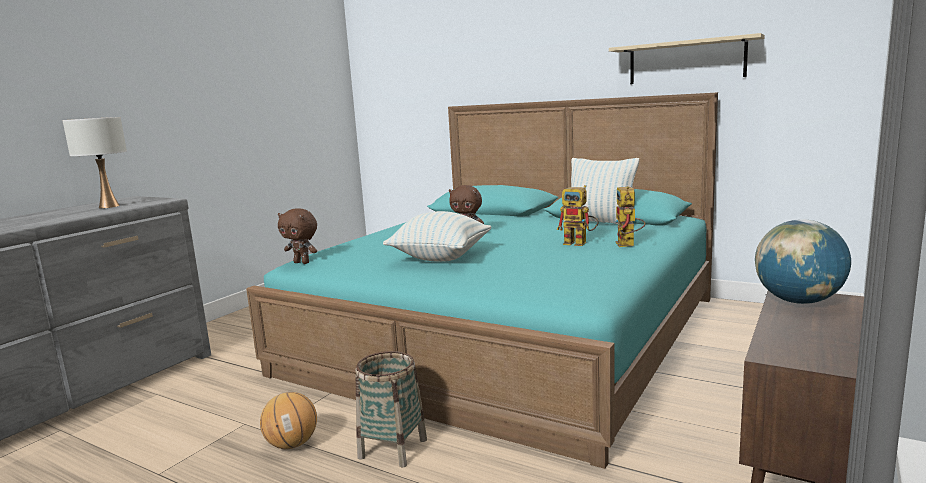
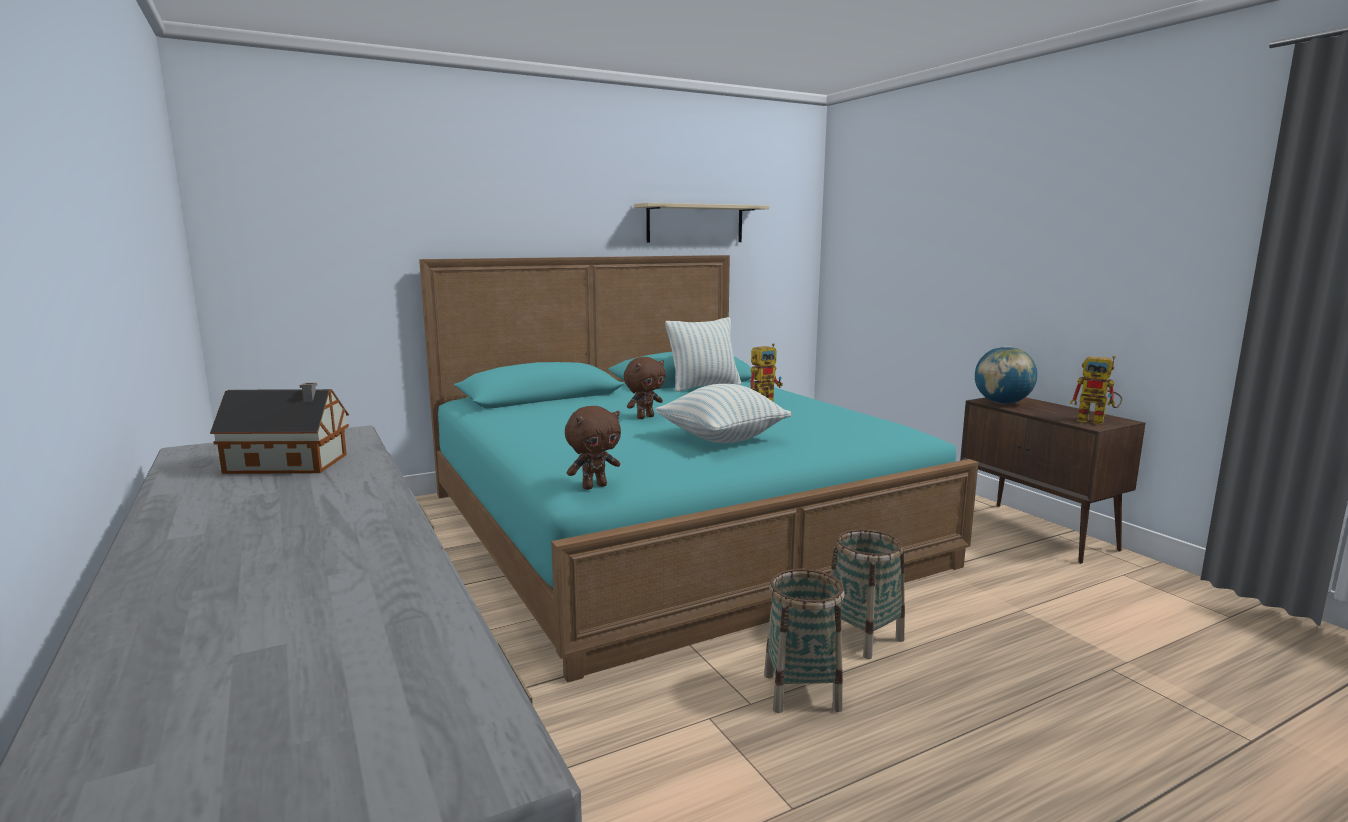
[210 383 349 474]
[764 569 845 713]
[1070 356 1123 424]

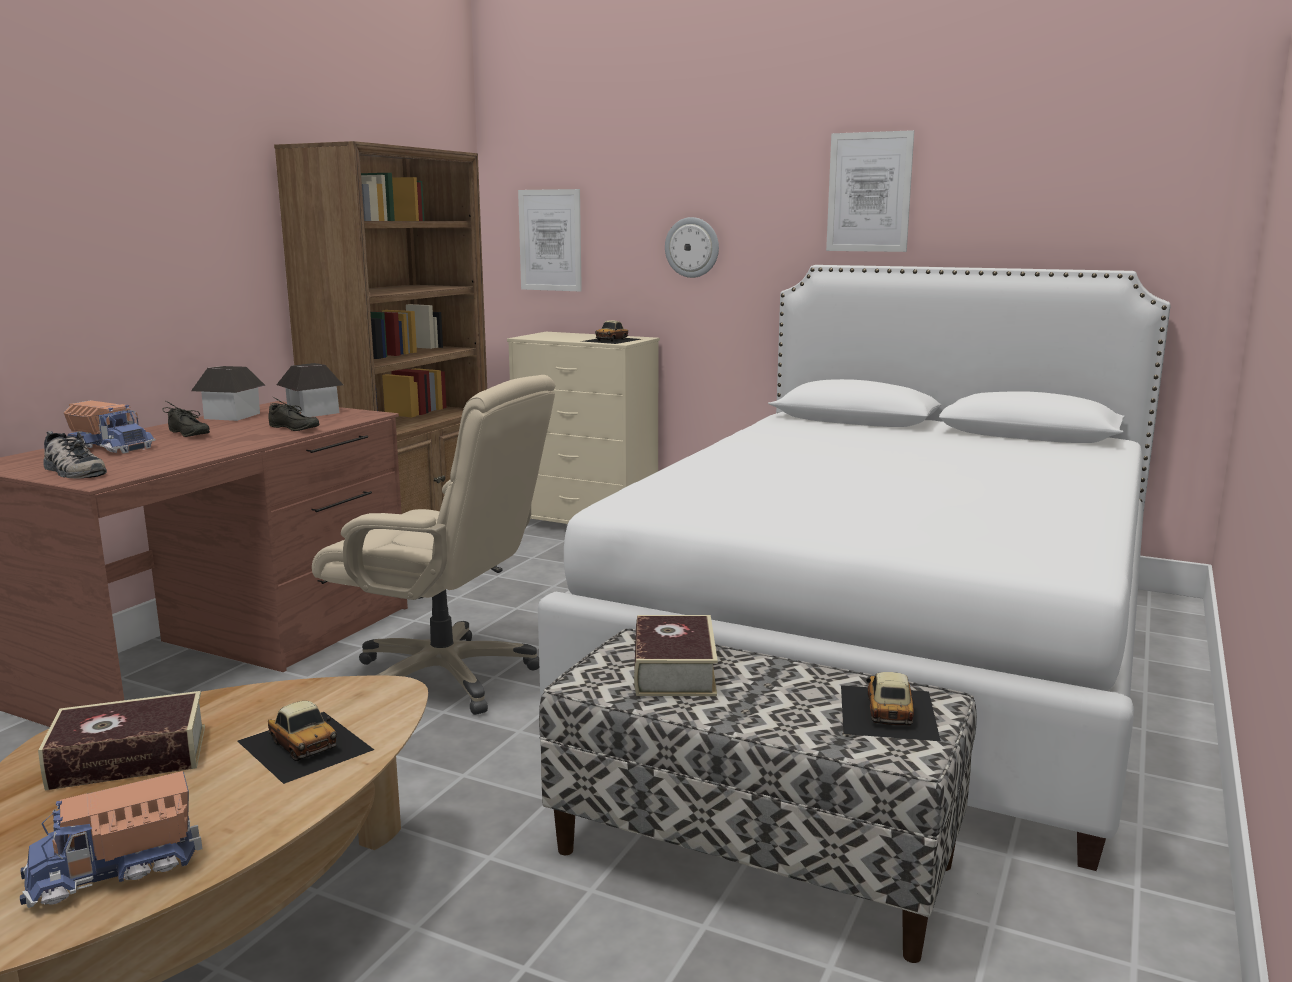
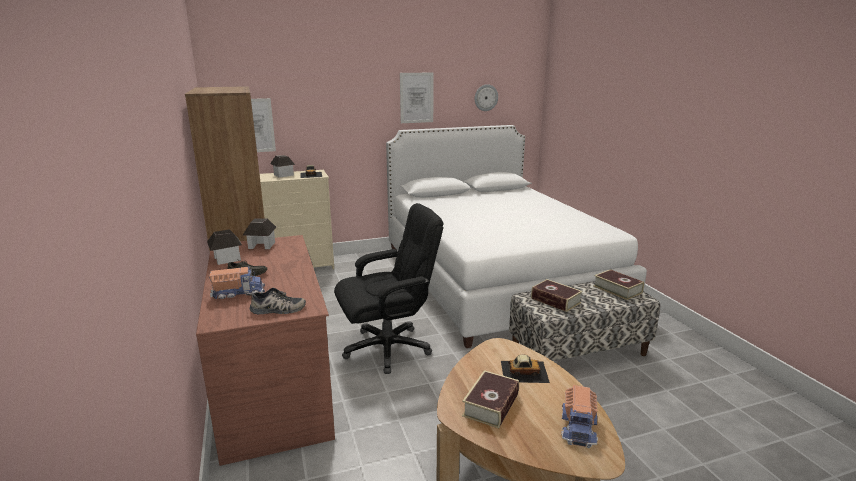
[268 396 319 431] (first image)
[334 203 444 374]
[475 84 498 111]
[593 269 644 300]
[270 155 295 178]

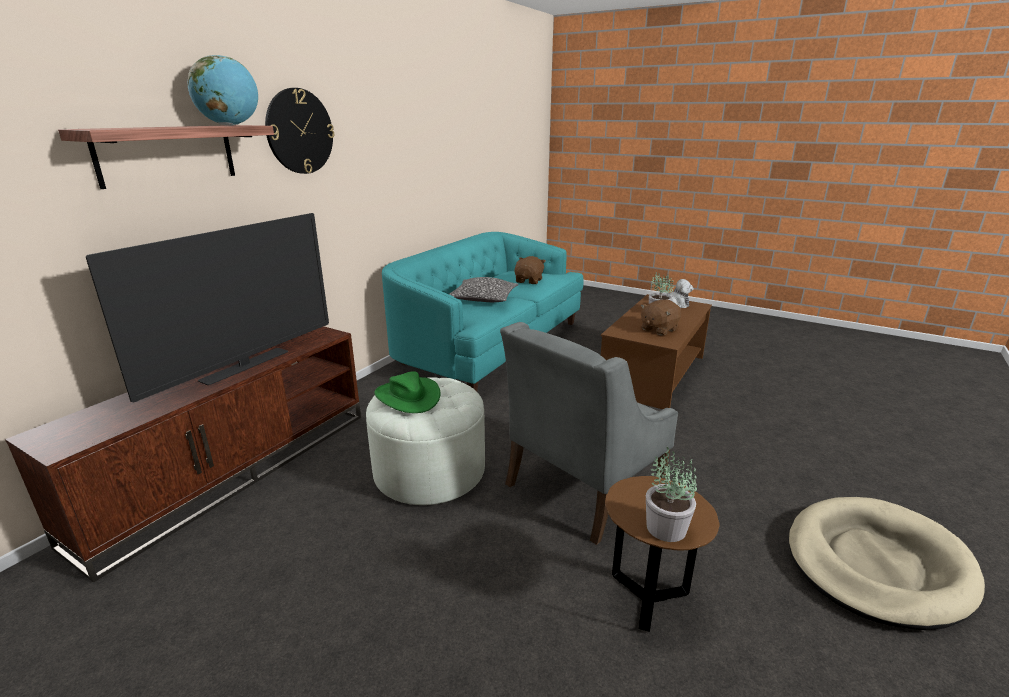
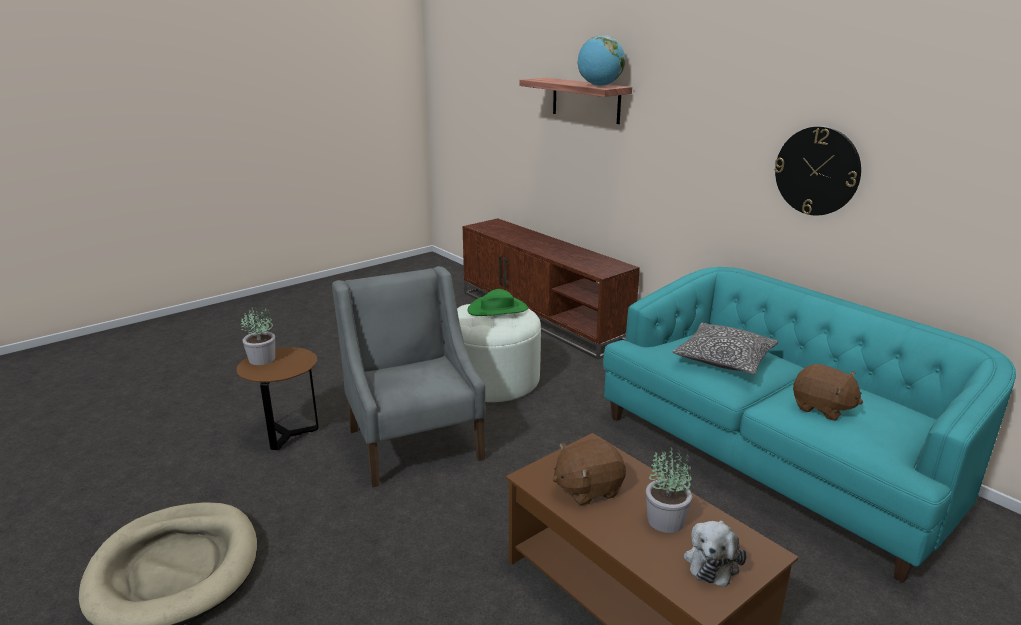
[86 213 329 403] (first image)
[774 126 861 215]
[553 438 626 506]

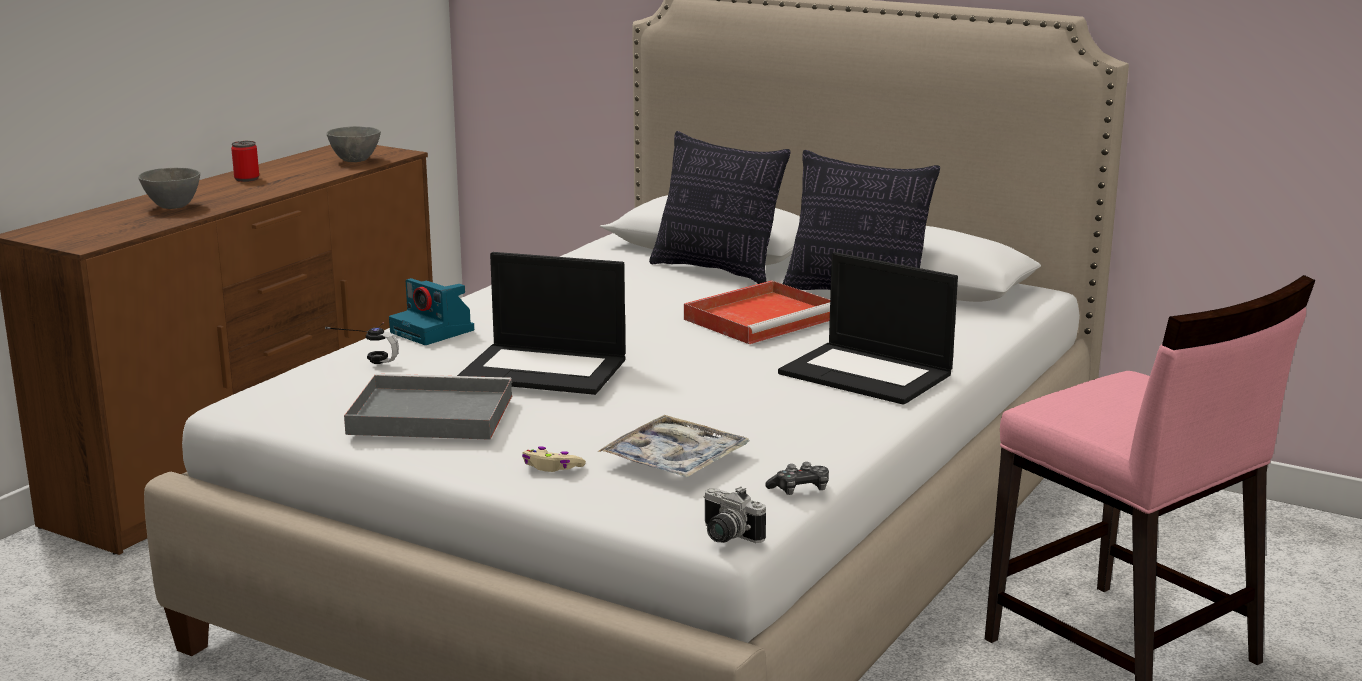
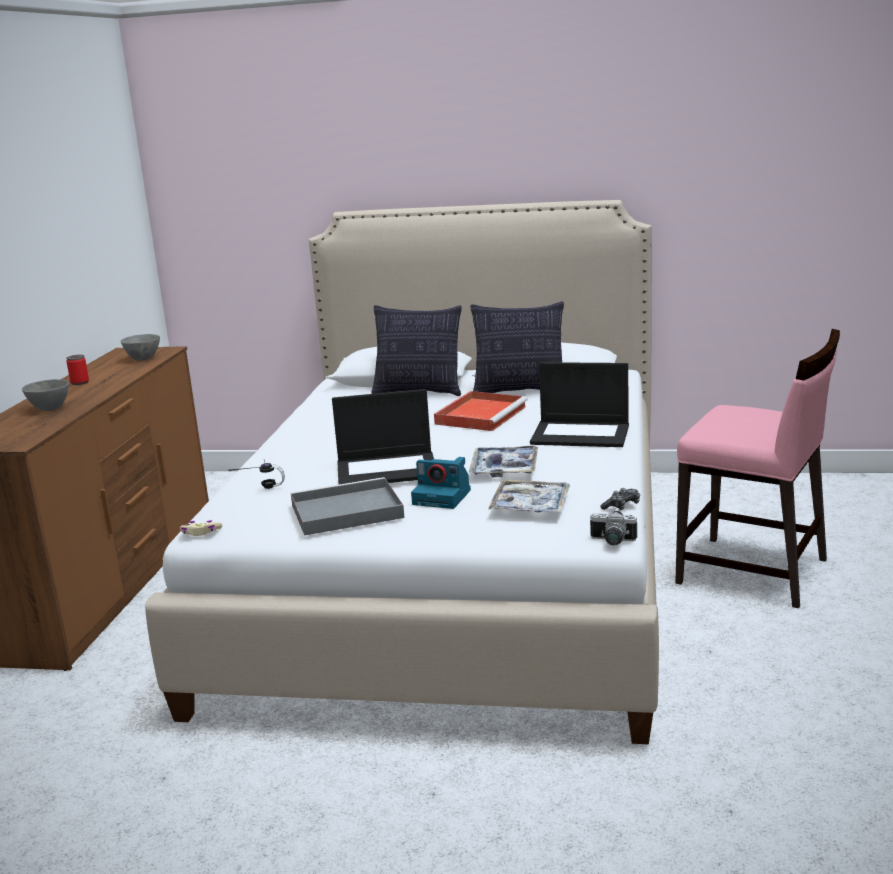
[411 457 471 509]
[180 520 222 536]
[469 446 538 478]

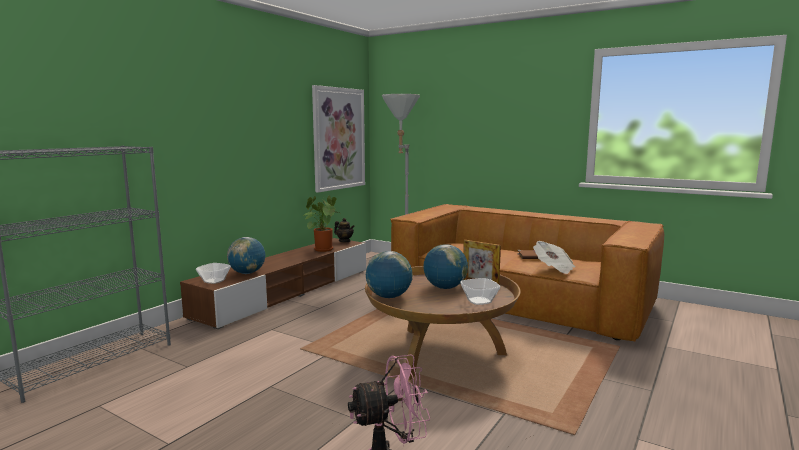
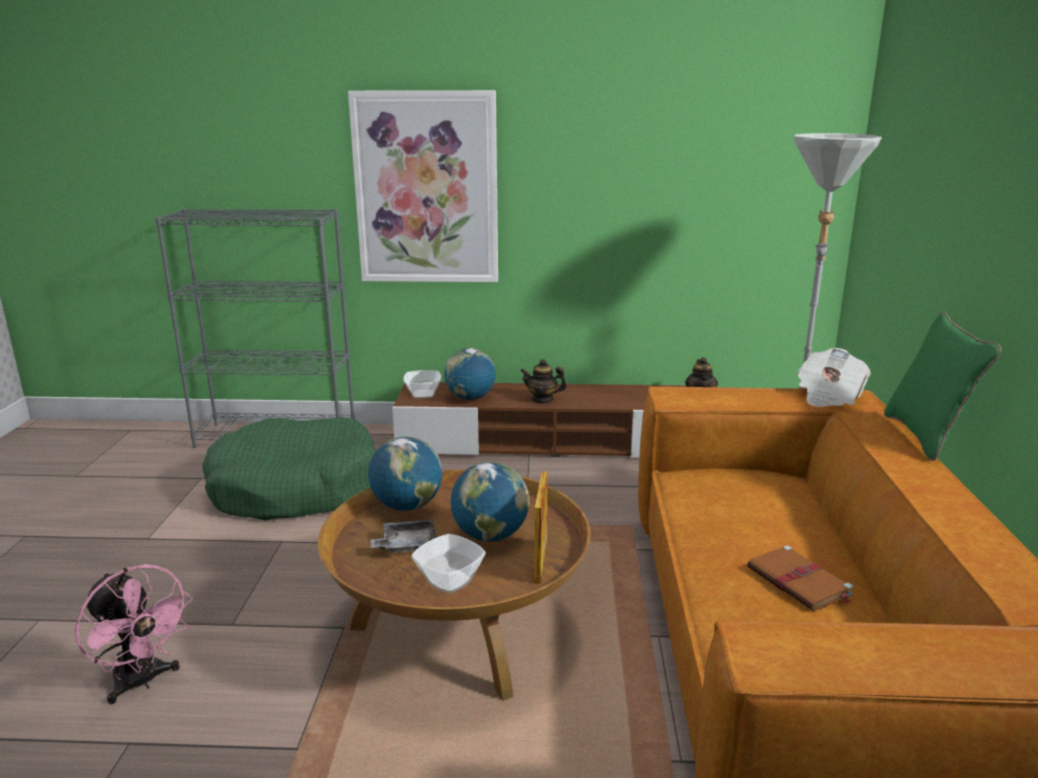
[303 196 339 252] (first image)
[348 90 498 282]
[797 348 871 407]
[202 417 377 521]
[370 520 436 553]
[520 359 567 404]
[884 312 1002 461]

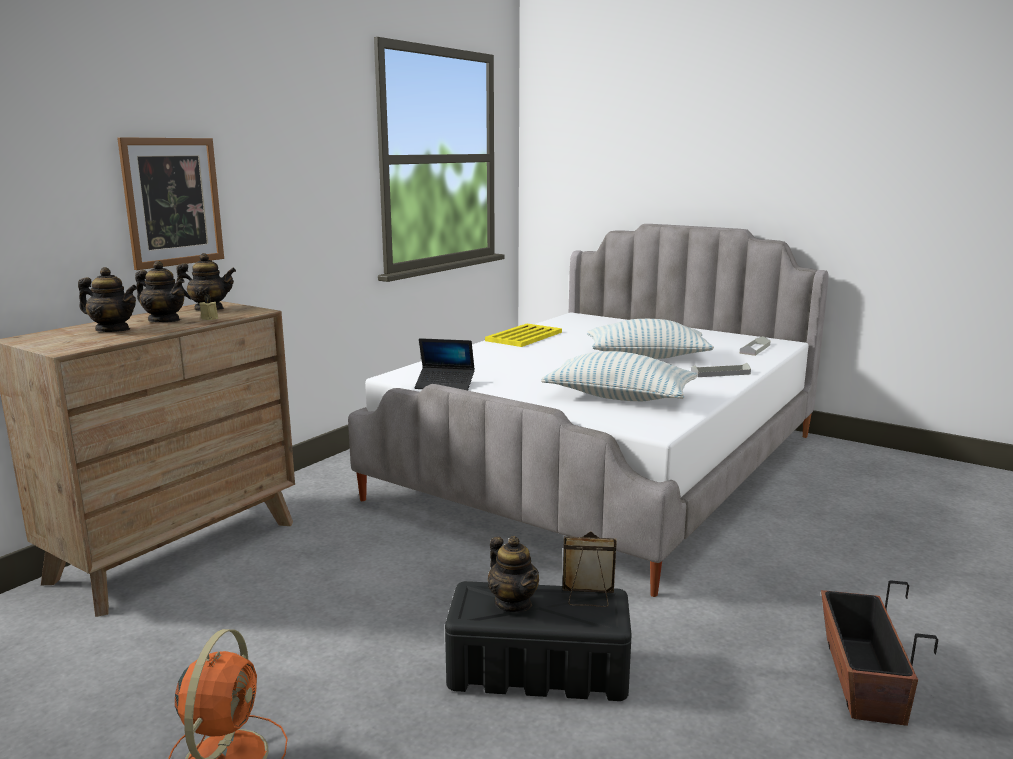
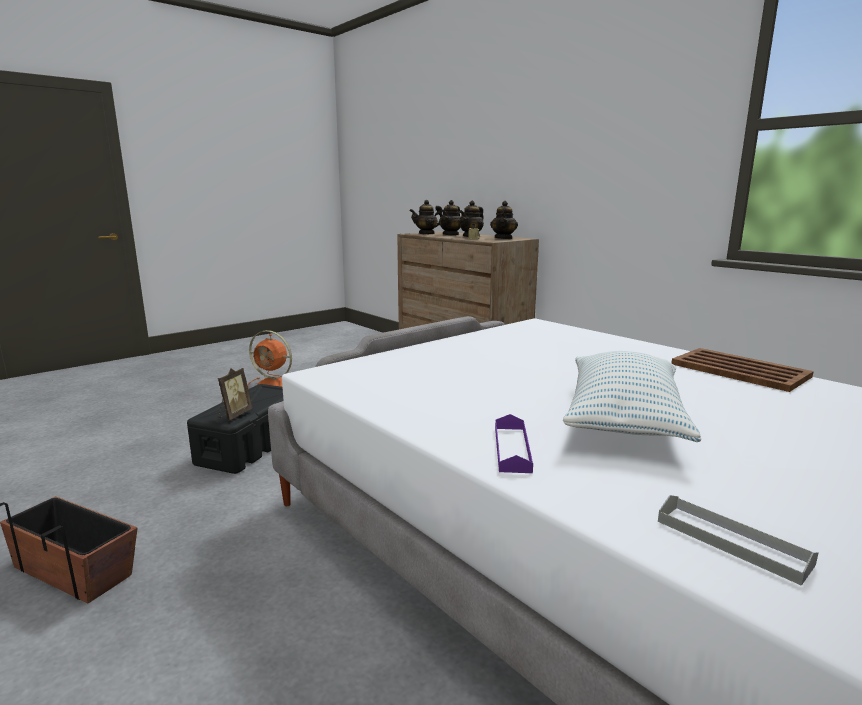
[117 137 224 270] (first image)
[415 338 475 390] (first image)
[672 348 814 392]
[409 200 443 234]
[541 351 697 401] (first image)
[495 414 533 473]

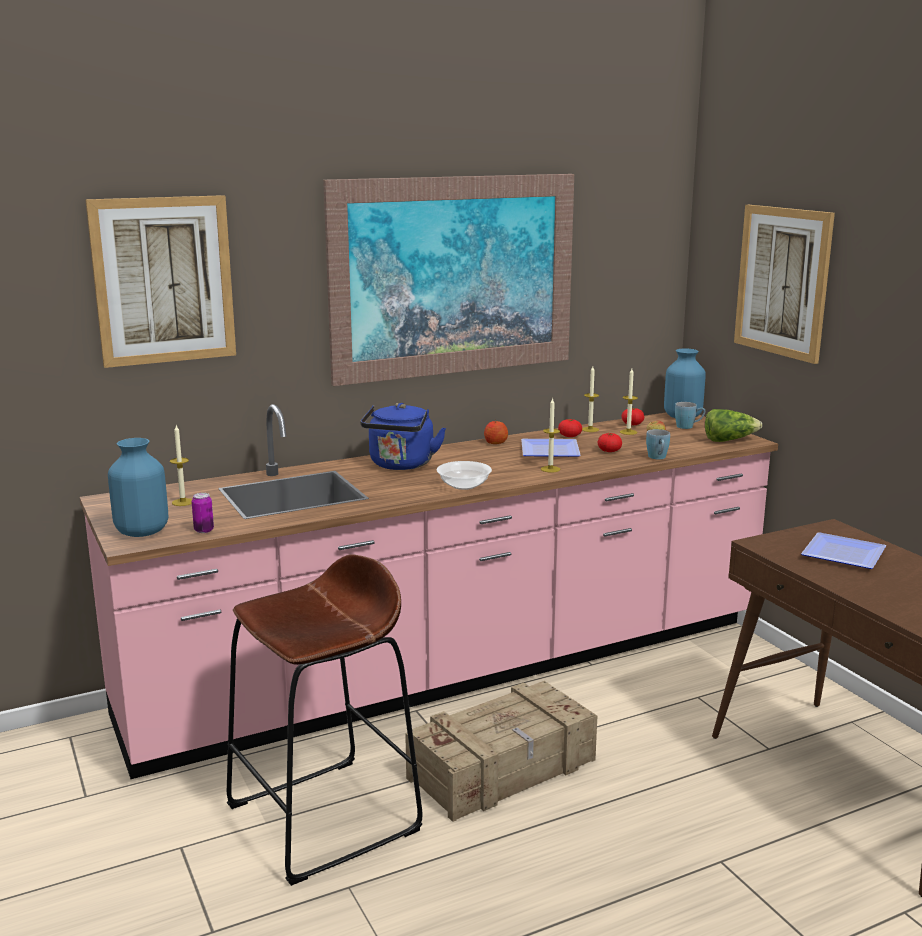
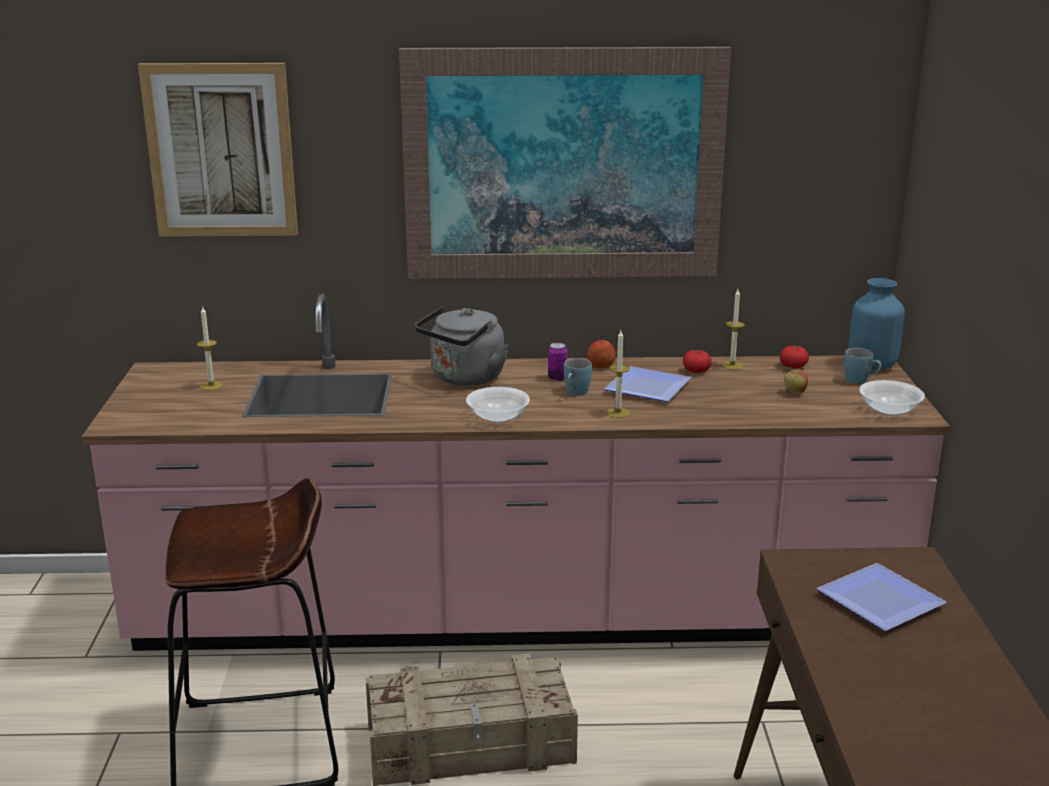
[108 438 168 537] (first image)
[548 343 567 381]
[415 307 509 386]
[598 433 622 452] (first image)
[620 369 638 435] (first image)
[564 358 592 396]
[859 380 925 416]
[734 205 835 364] (first image)

